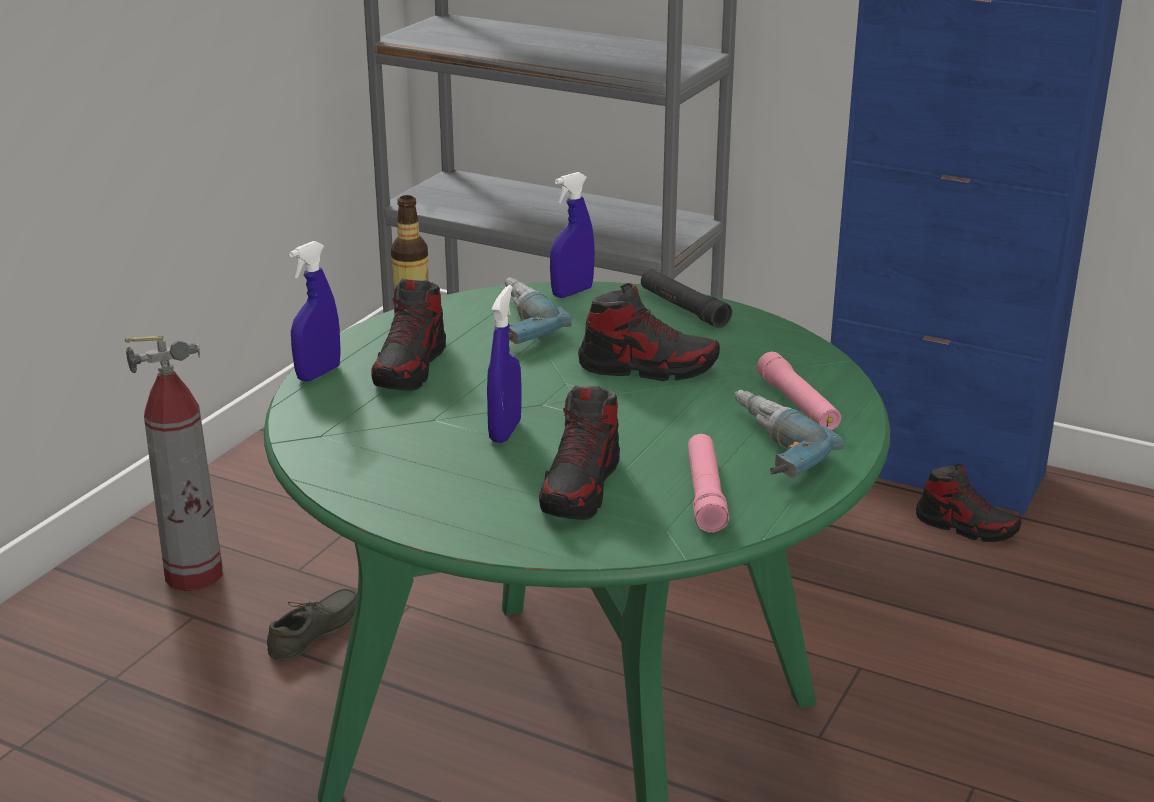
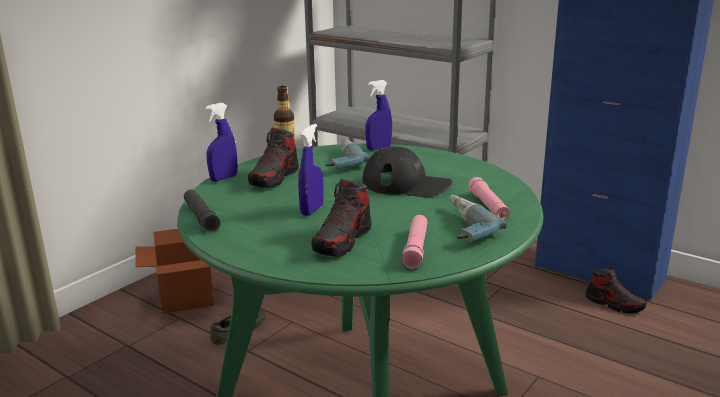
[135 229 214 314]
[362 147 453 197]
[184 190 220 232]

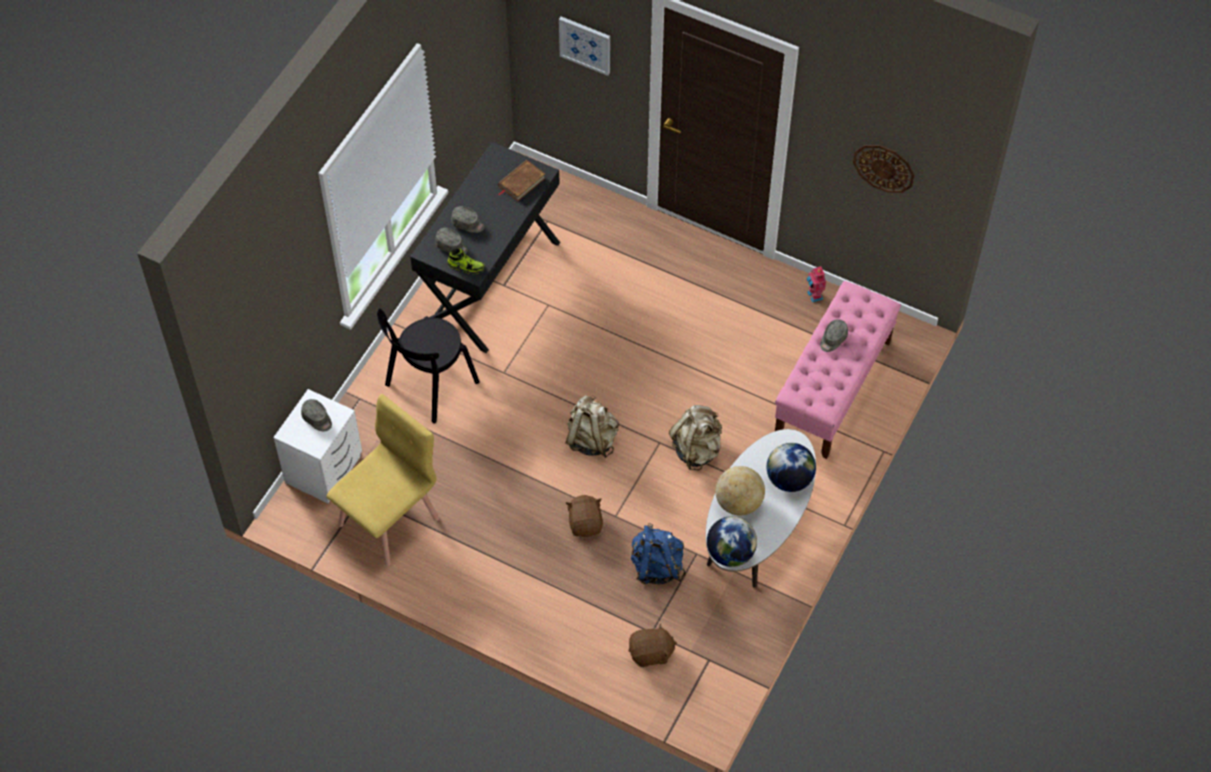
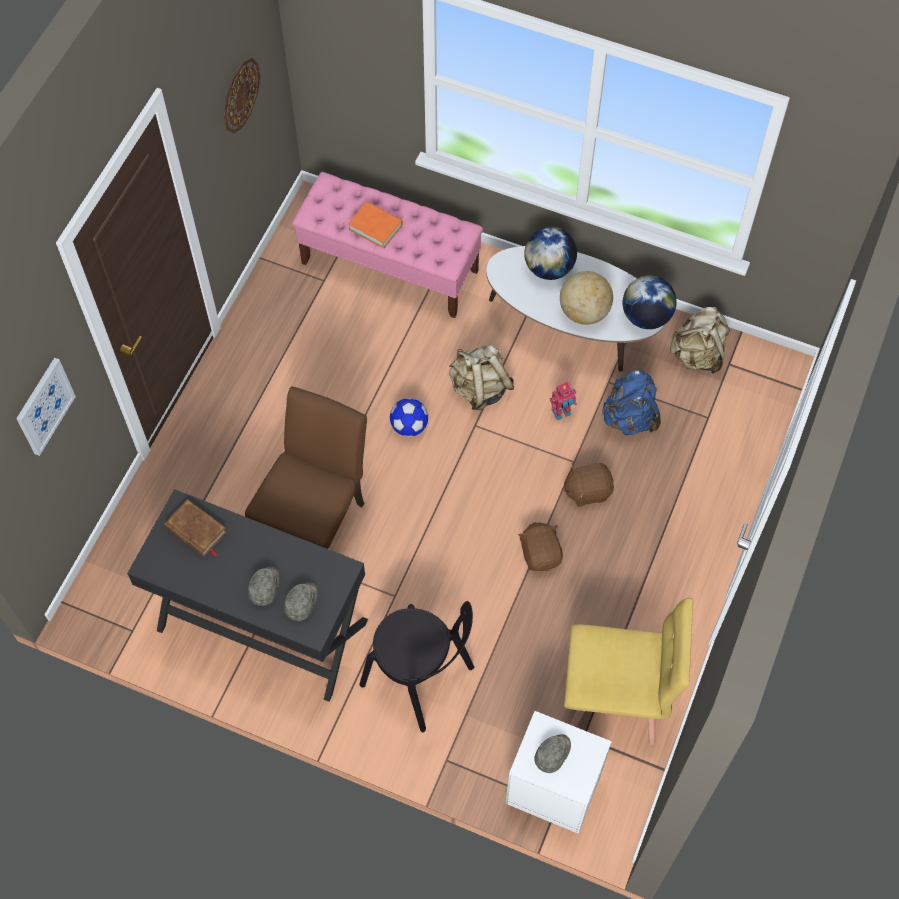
[564 598 693 745]
[447 248 485 274] (first image)
[670 307 730 374]
[518 522 563 571]
[550 382 577 420]
[348 201 403 249]
[245 386 367 549]
[390 398 428 437]

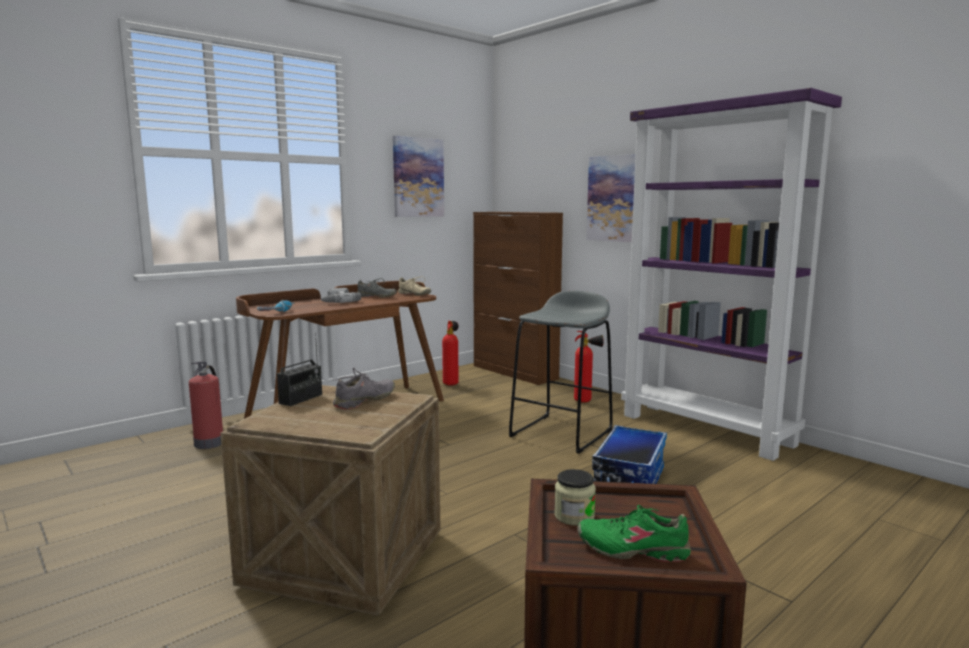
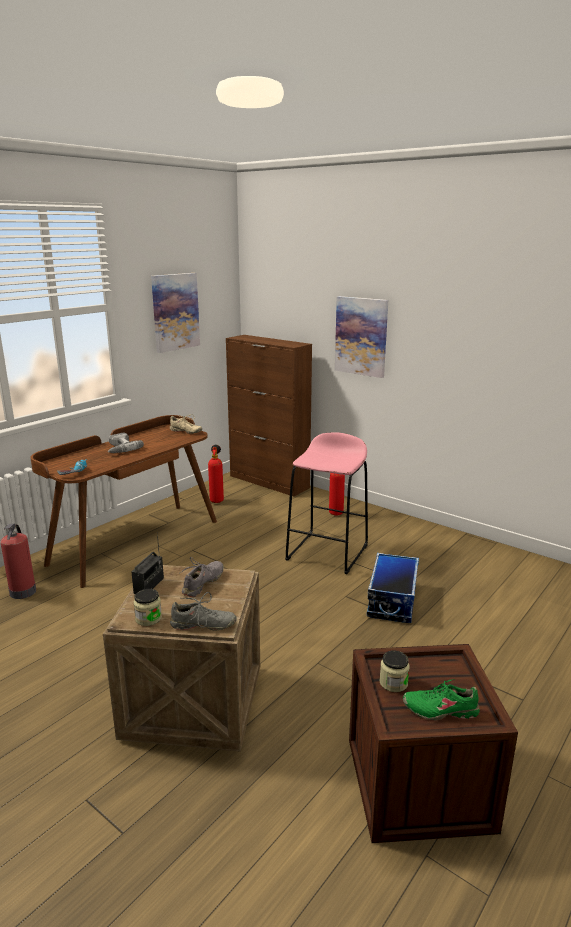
[170 592 237 631]
[285 432 368 574]
[621 88 842 461] (first image)
[134 589 162 626]

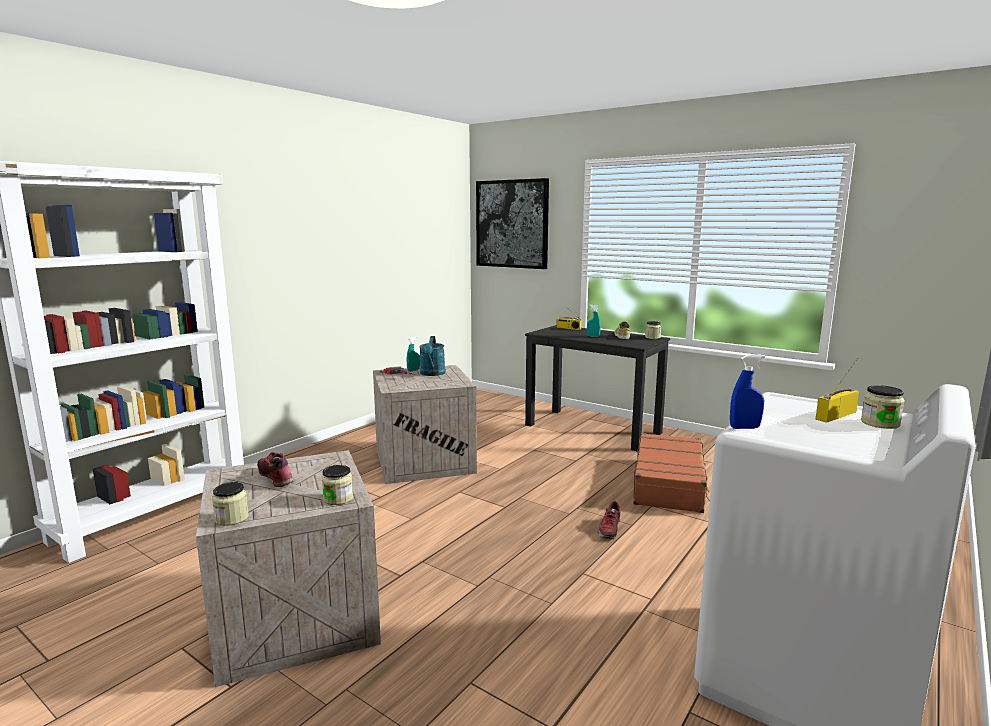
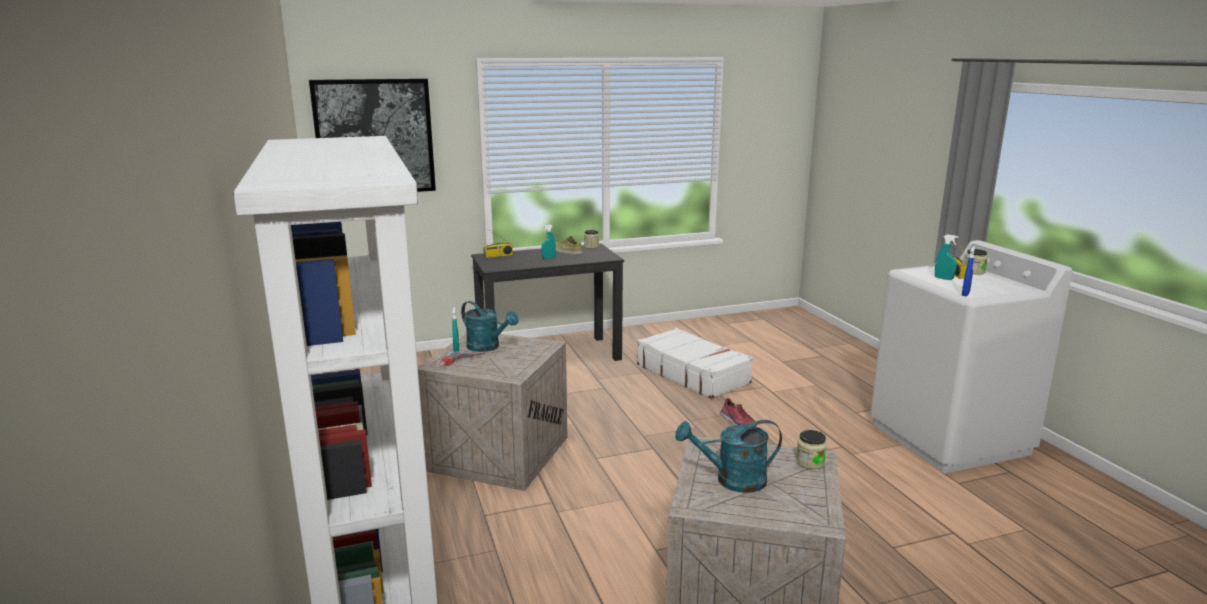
[212 482 249 526] (first image)
[675 420 782 493]
[637 328 753 399]
[935 234 958 280]

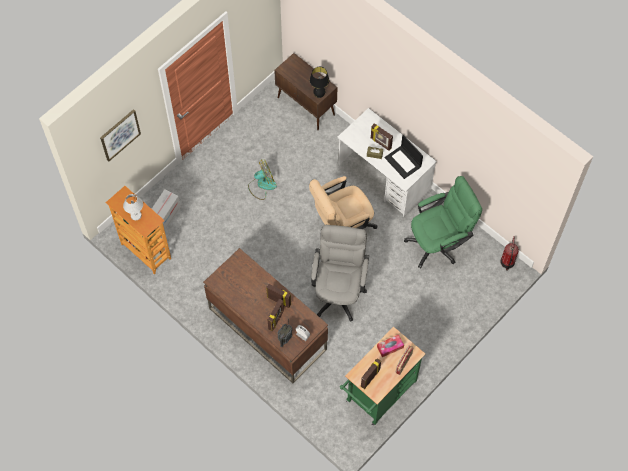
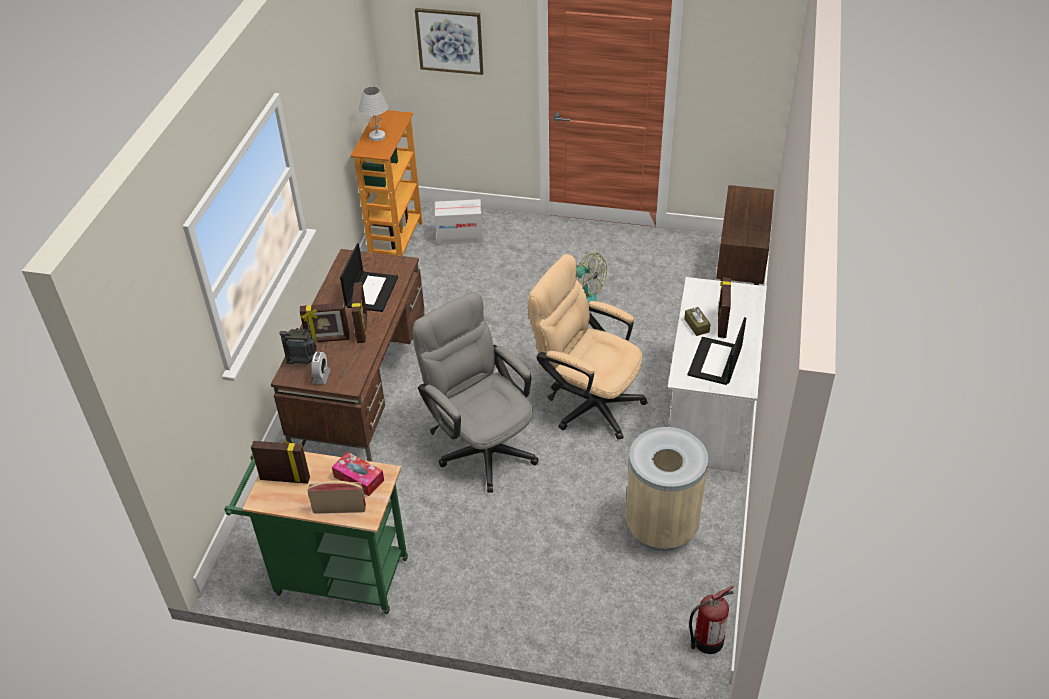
[310 67 329 98] (first image)
[413 292 539 493]
[625 427 708 551]
[340 243 398 312]

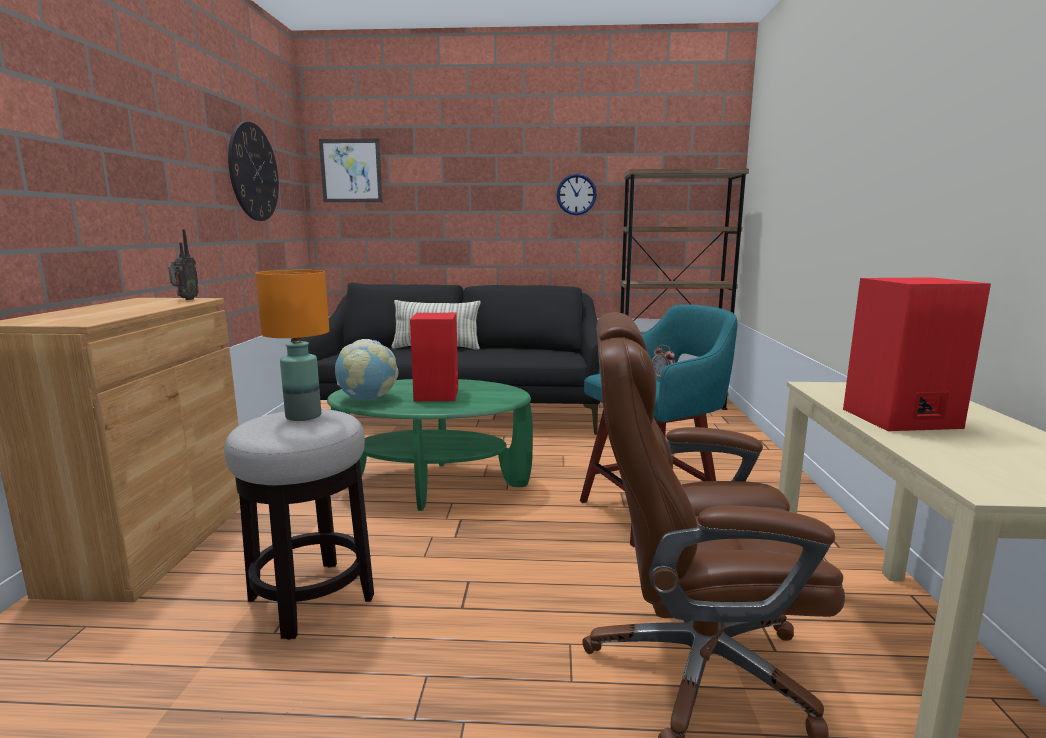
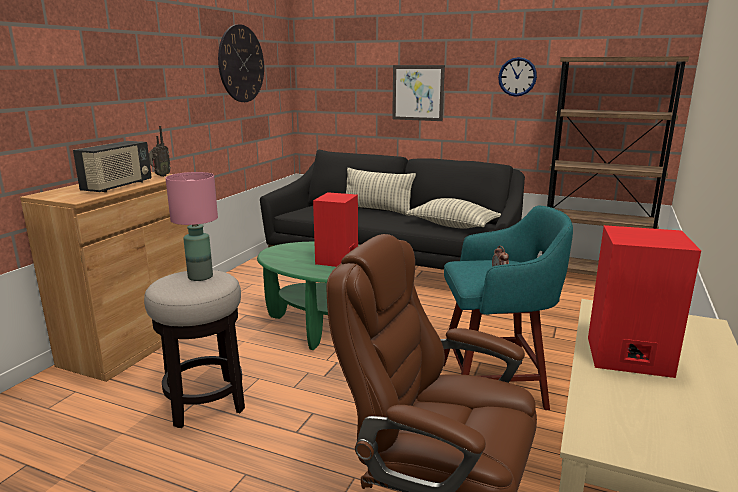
[166 172 218 281]
[392 65 445 121]
[335 339 398 400] (first image)
[73 141 152 192]
[406 198 501 229]

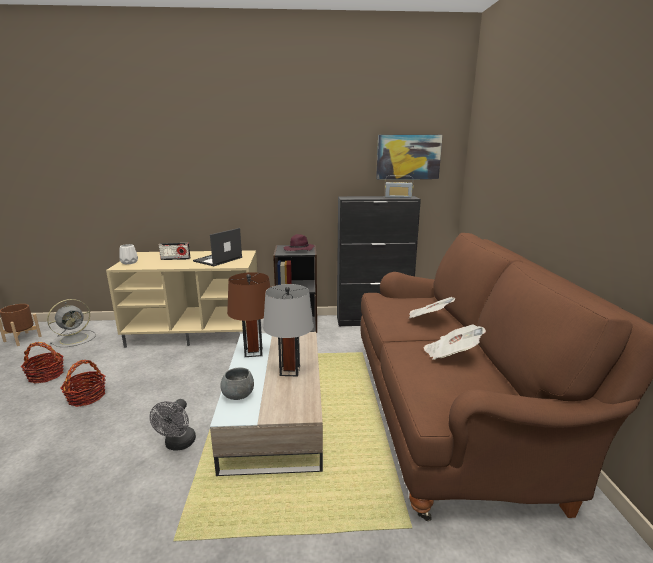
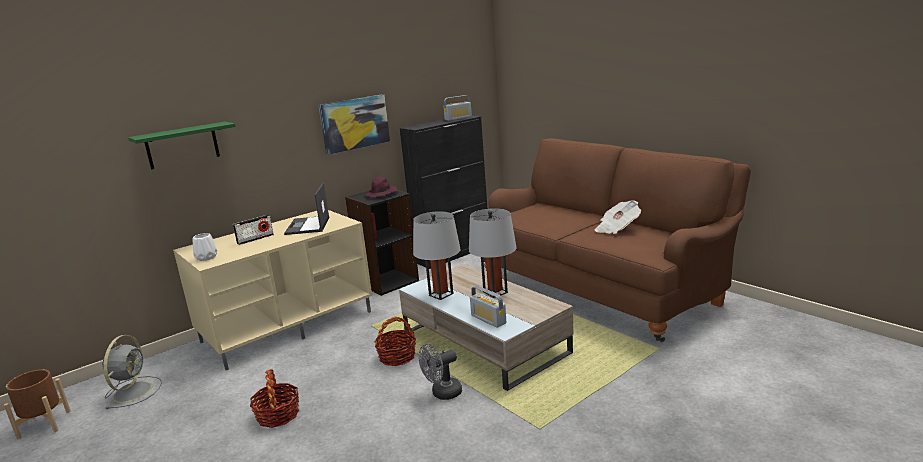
[374 317 416 366]
[419 344 462 400]
[470 286 506 328]
[413 211 460 300]
[319 94 390 155]
[408 297 455 319] (first image)
[128 122 236 170]

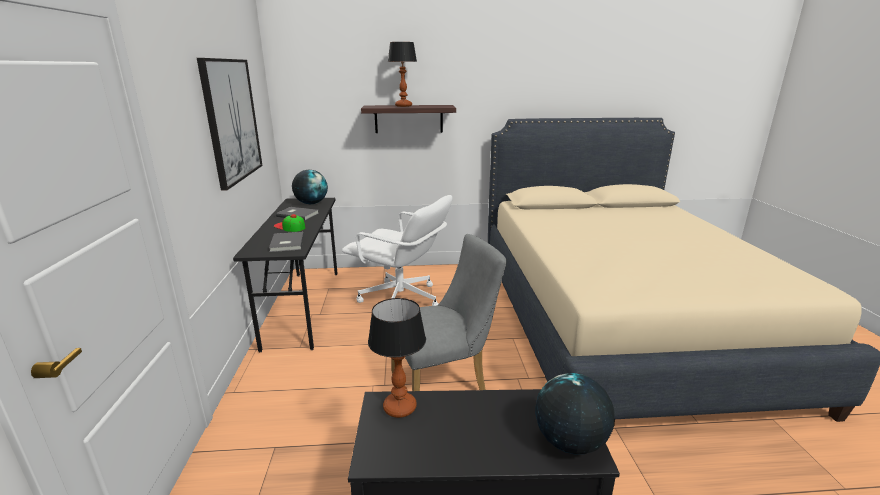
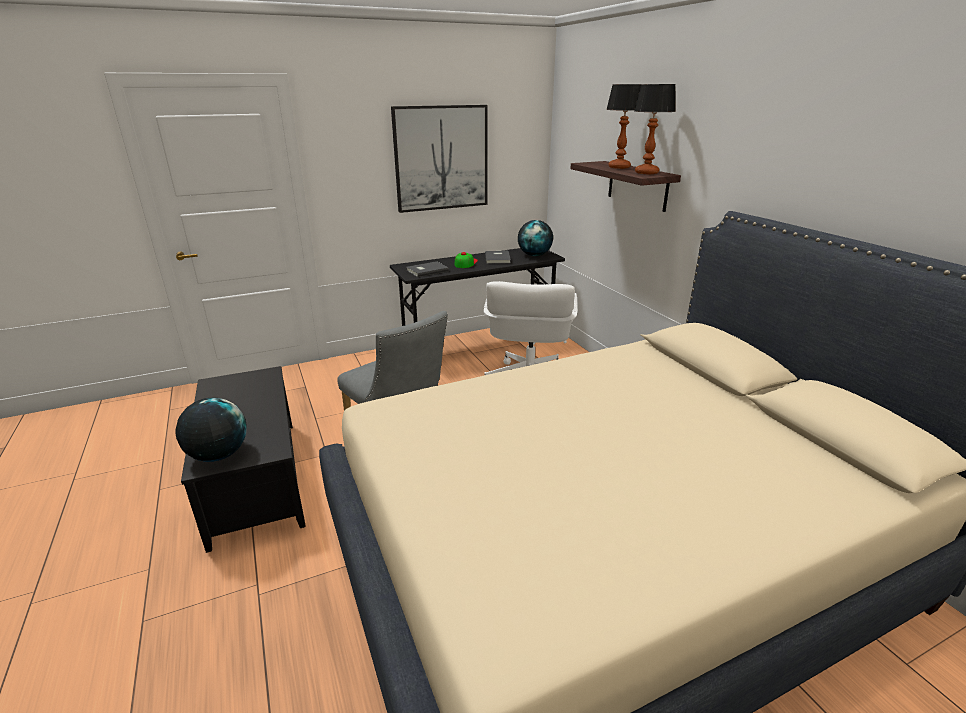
[634 84 676 174]

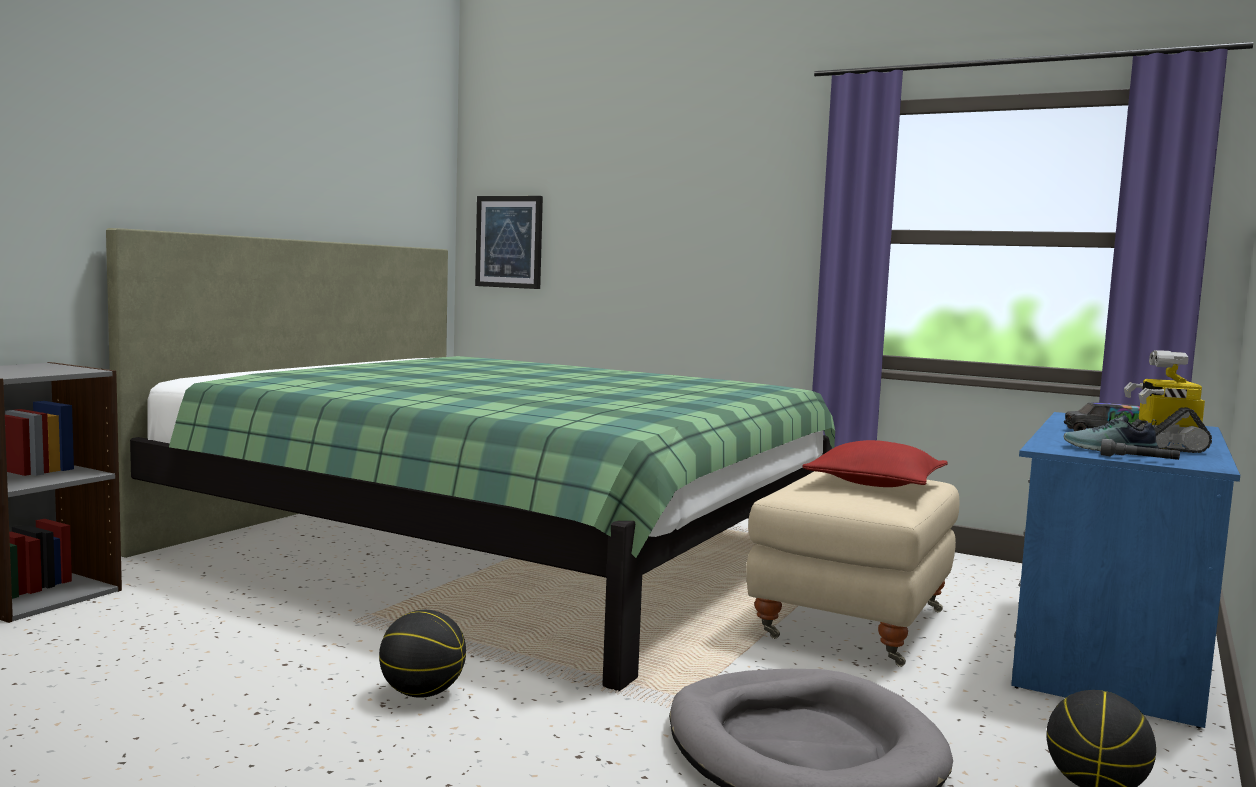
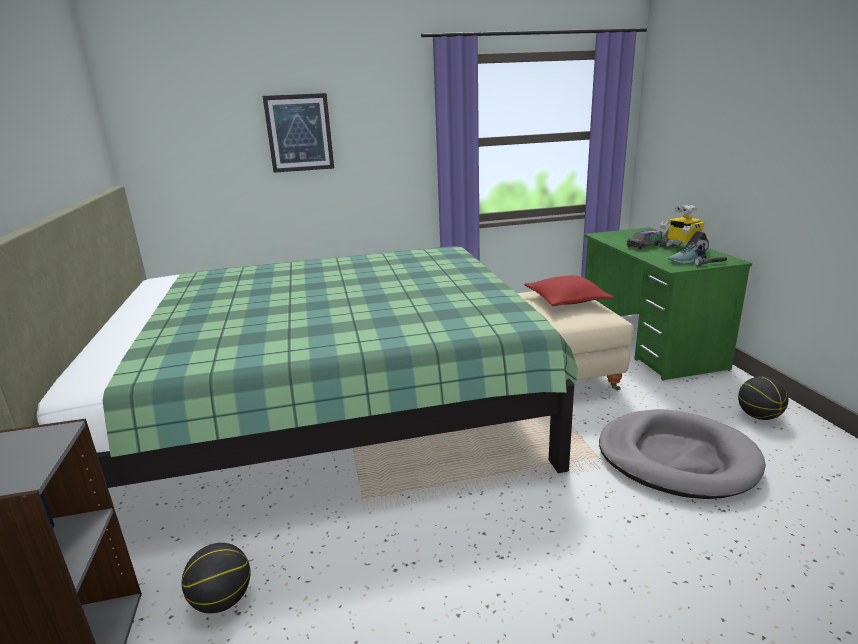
[182 543 251 613]
[263 93 334 173]
[584 228 752 381]

